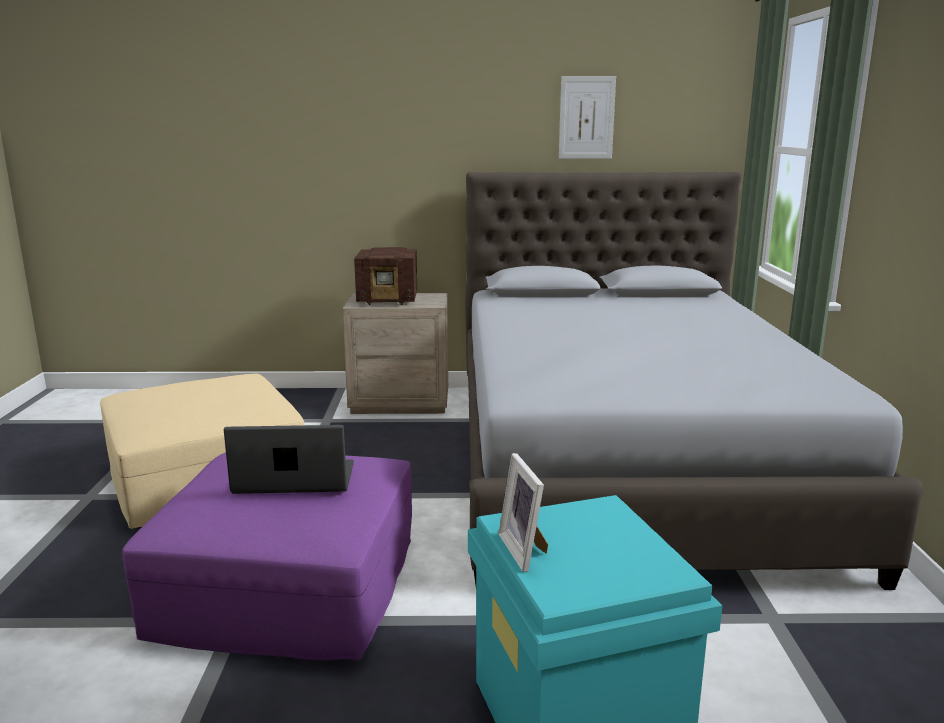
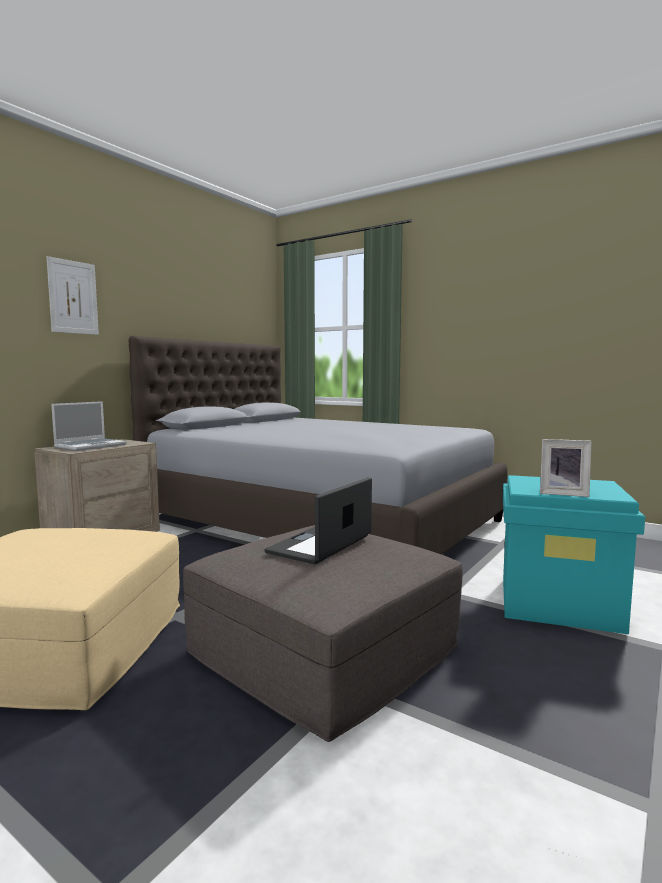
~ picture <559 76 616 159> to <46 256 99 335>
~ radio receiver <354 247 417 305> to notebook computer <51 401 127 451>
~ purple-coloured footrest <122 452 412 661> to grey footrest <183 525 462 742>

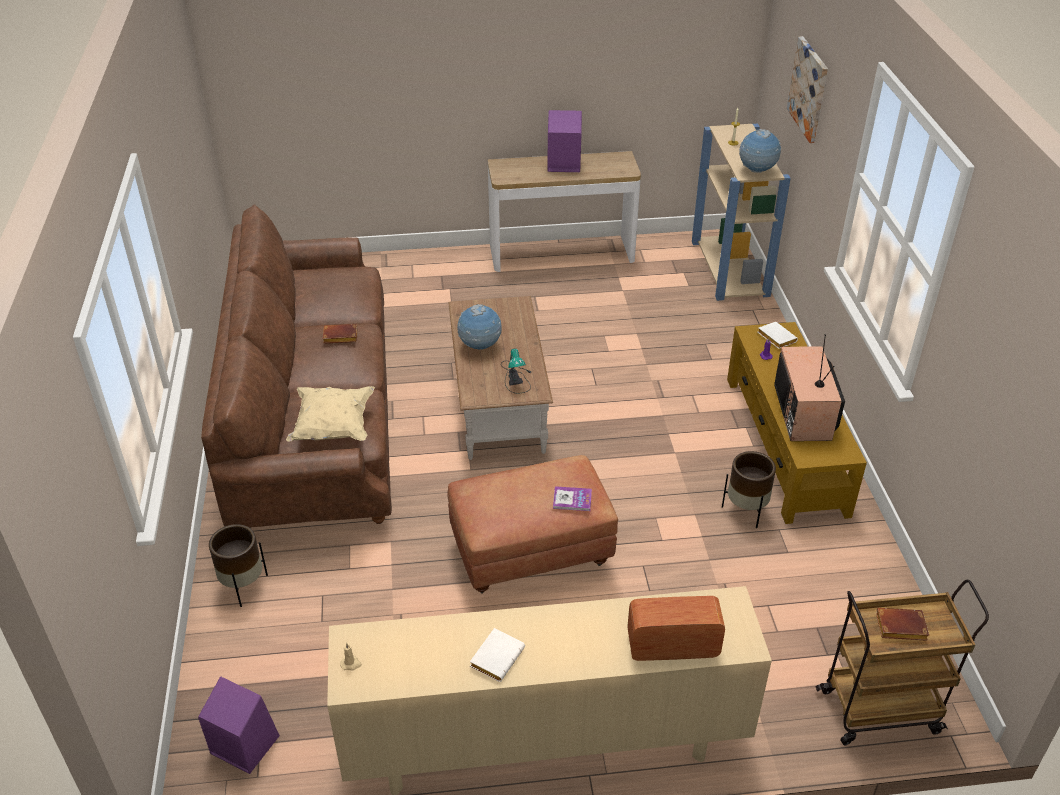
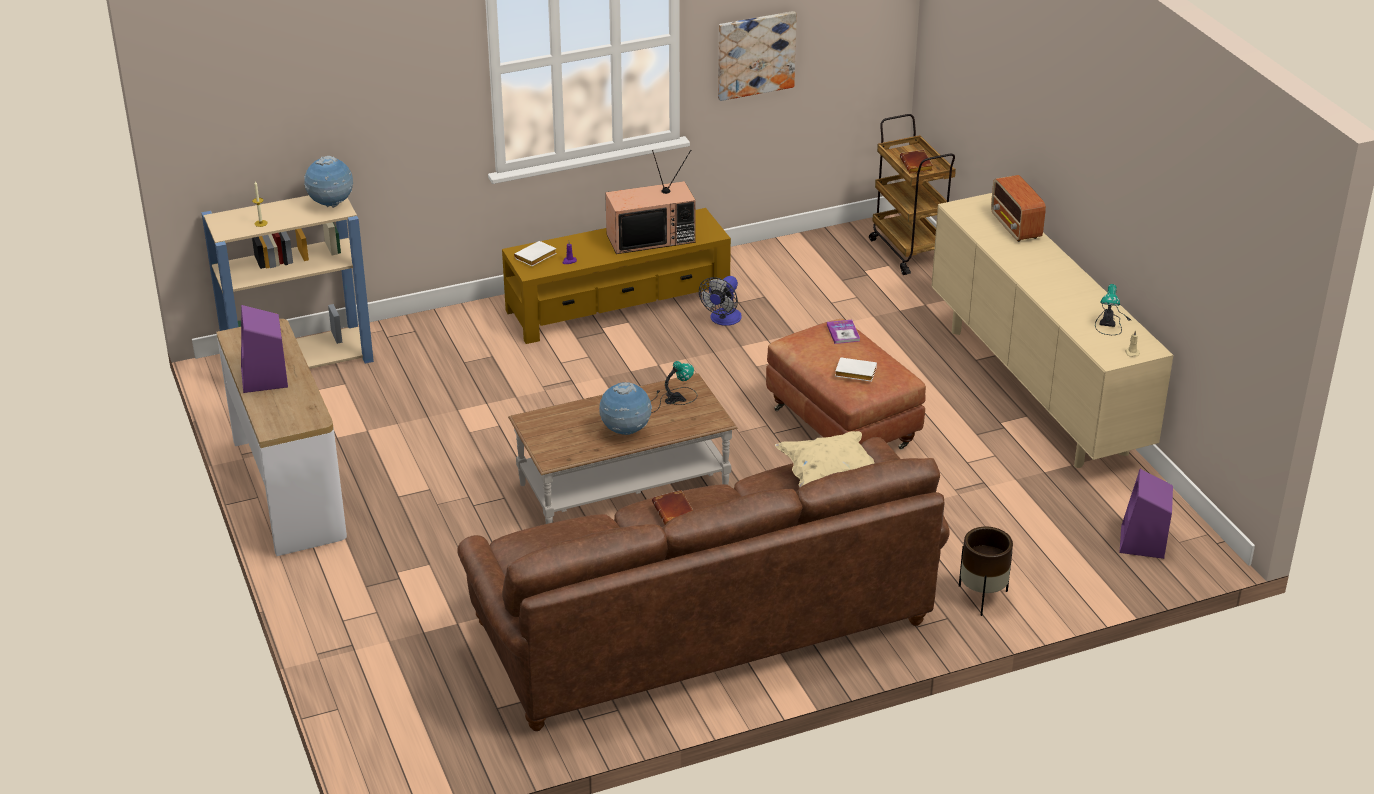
~ picture <787 36 828 143> to <718 11 797 101>
~ brown-coloured plant pot <722 451 776 528> to fan <699 276 742 326>
~ whitish volume <470 628 525 682> to <835 357 877 382>
+ tabletop lamp <1095 284 1131 335>

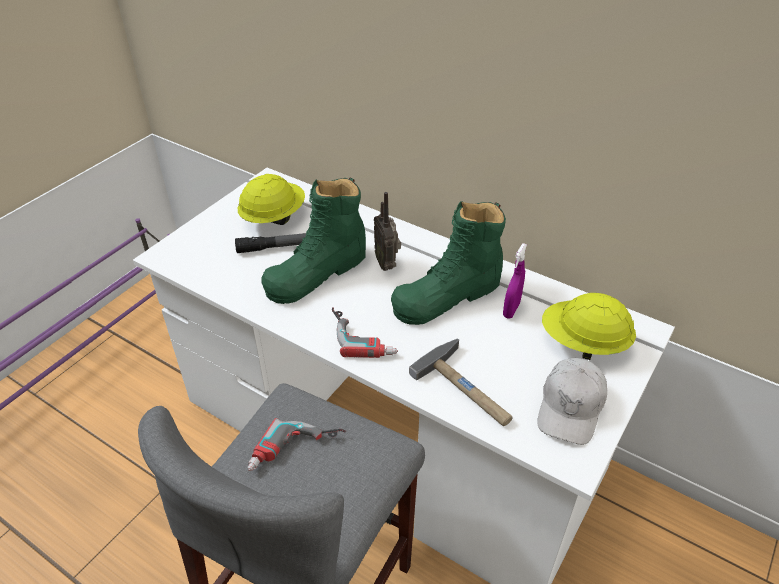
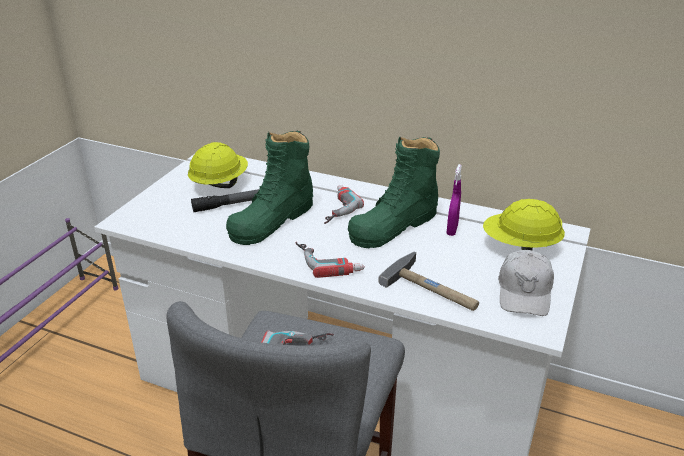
~ radio receiver <374 192 401 271> to drill <324 185 364 224>

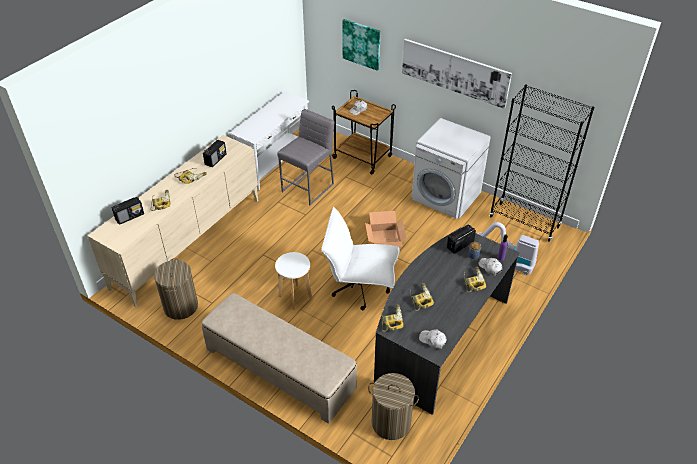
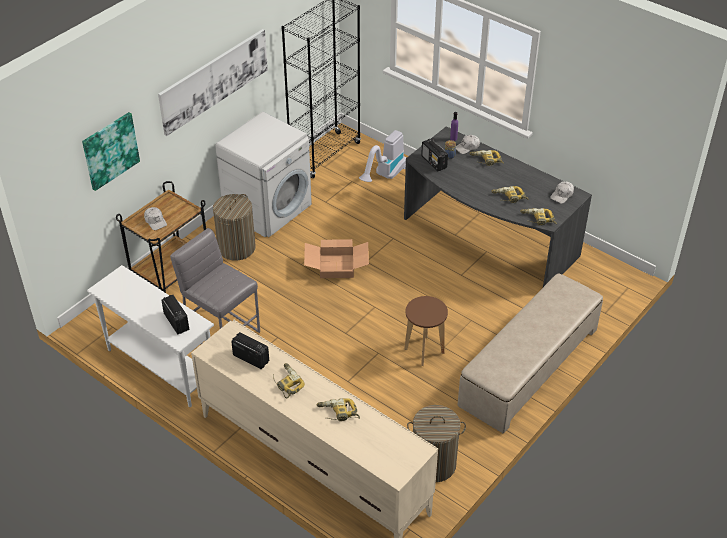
~ radio receiver <112 197 144 225> to <161 295 189 334>
- whitish desk chair <321 207 400 310>
~ whitish stool seat <275 252 312 310> to brown-coloured stool seat <404 296 448 366>
~ washing basket <368 373 419 440> to <213 194 256 261>

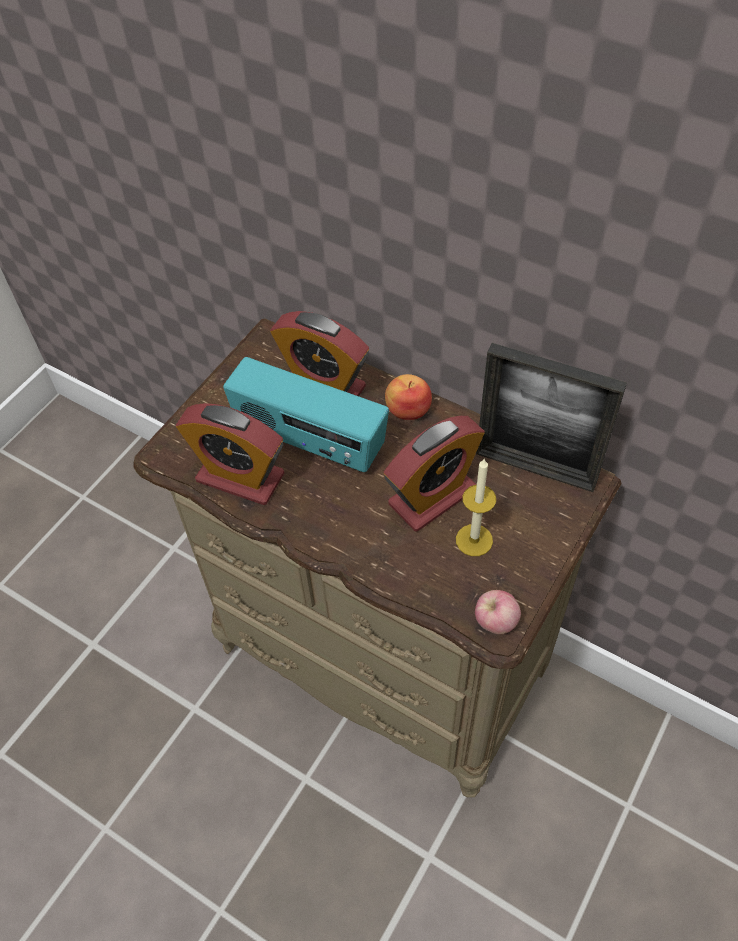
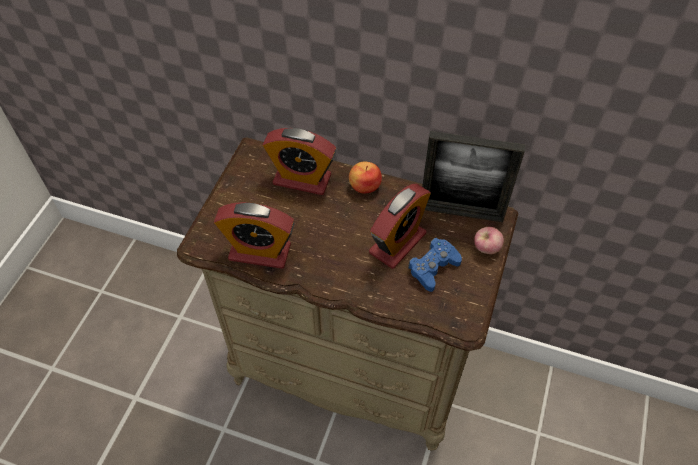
- radio receiver <223 357 389 472>
~ wax candle <456 458 496 556> to blue-coloured gamepad <408 238 462 292>
~ apple <475 590 521 634> to <474 227 504 254>

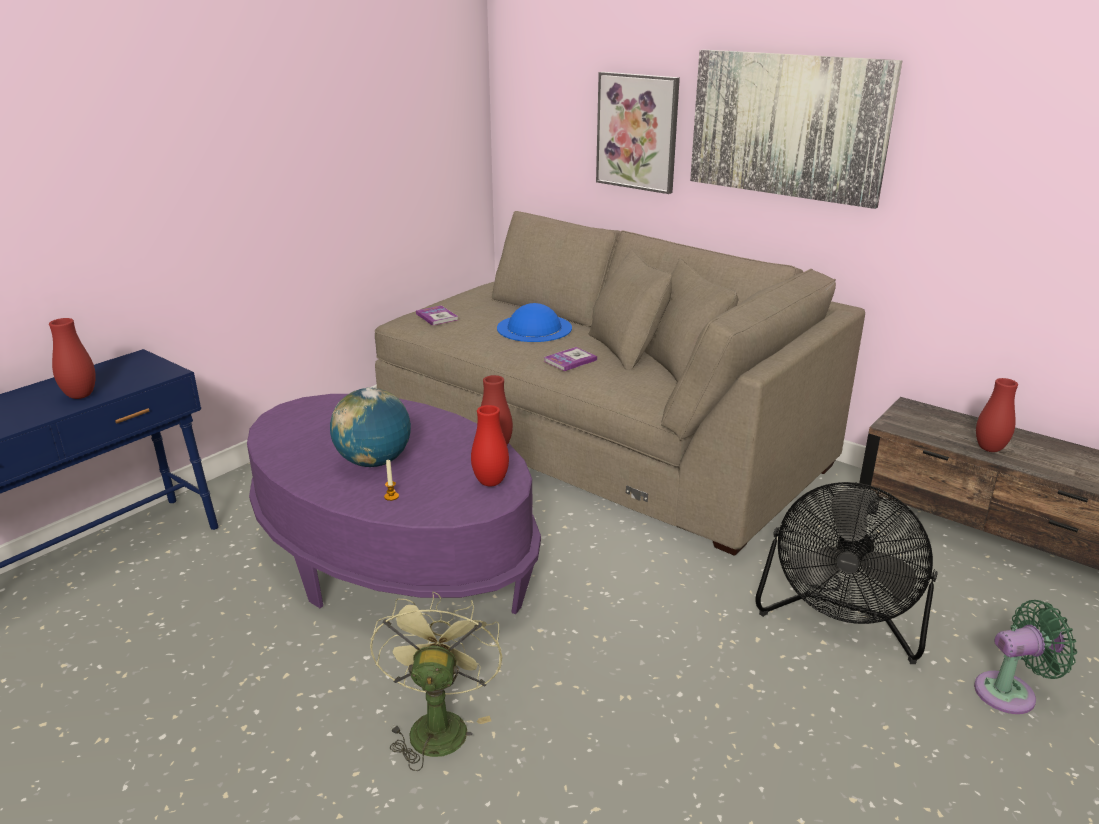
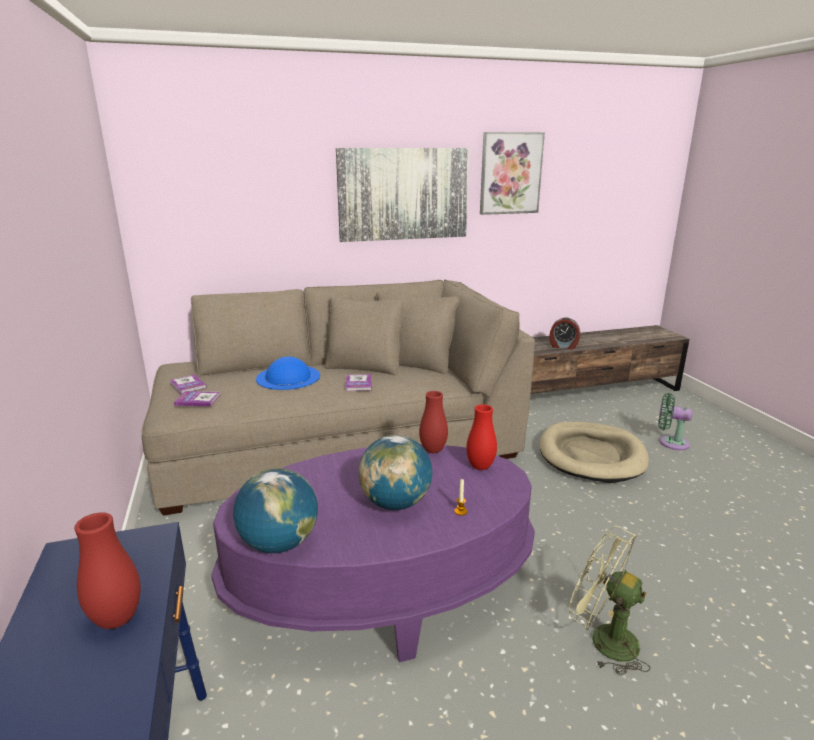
~ picture <596 72 680 194> to <480 132 545 215>
~ red-coloured flower vase <976 378 1018 452> to alarm clock <549 317 580 350>
~ black fan <755 482 938 664> to beige pet bed <540 422 649 483>
~ green-coloured fan <974 600 1077 714> = <658 393 693 450> 90 degrees counterclockwise
+ volume <170 374 207 394>
+ globe <233 468 318 553>

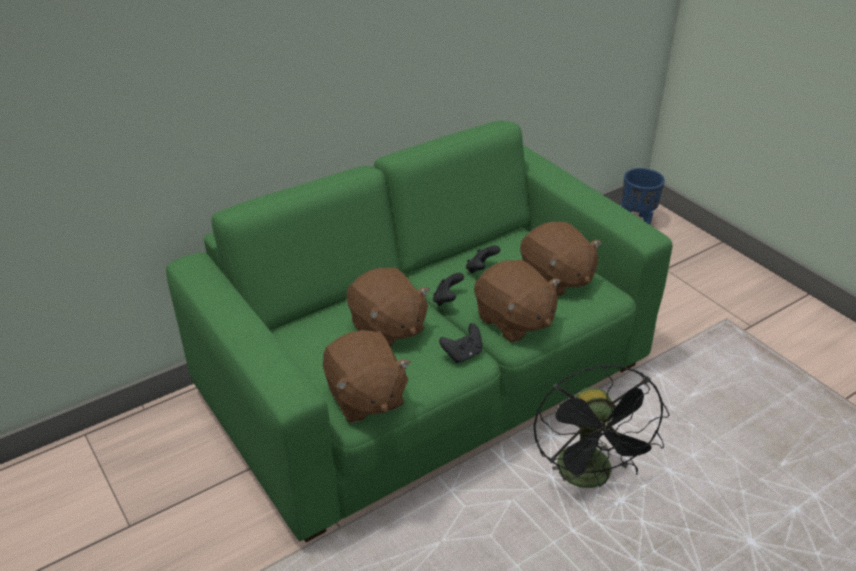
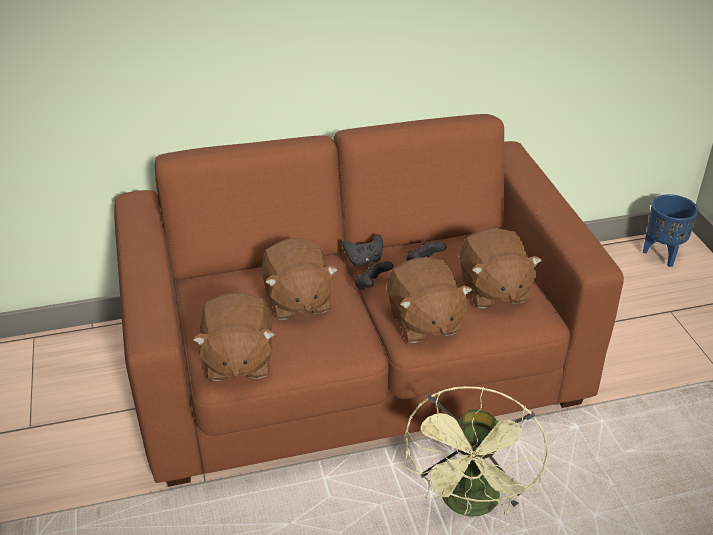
~ green-coloured couch <166 121 672 542> to brown-coloured couch <114 114 624 487>
~ black gamepad <439 323 483 363> to <342 234 383 266>
~ black fan <533 365 669 488> to green-coloured fan <404 386 548 517>

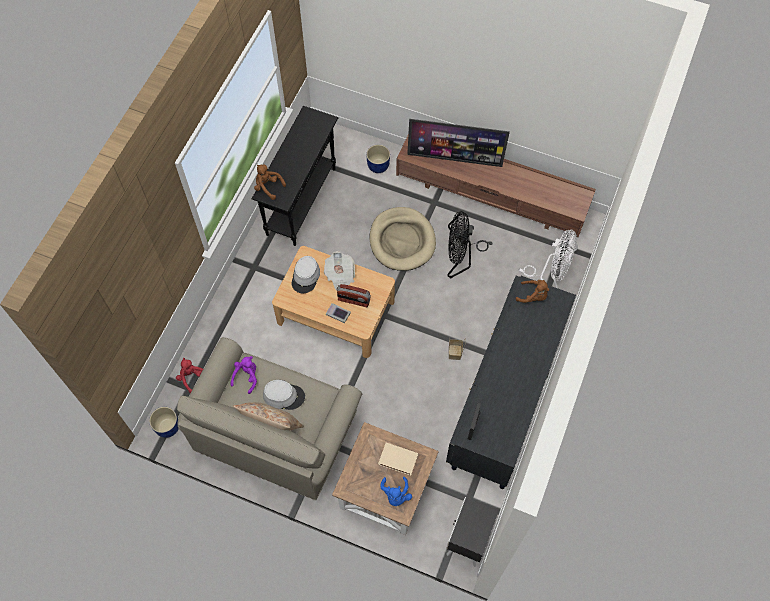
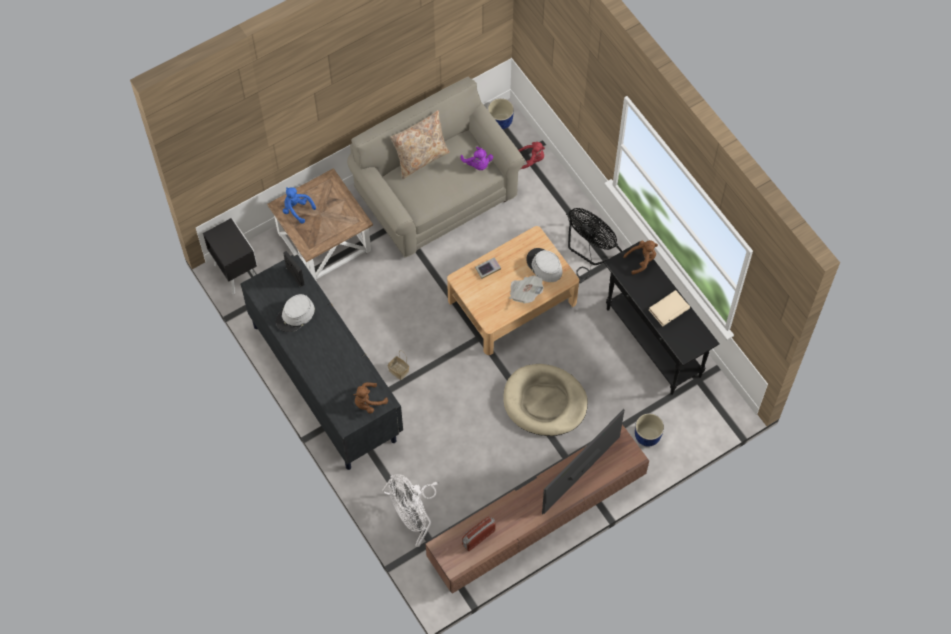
~ black fan <447 211 492 279> to <566 208 622 283>
~ radio receiver <336 284 371 307> to <462 517 496 551>
~ grey hat <263 380 305 410> to <276 294 315 332>
~ beige volume <378 443 418 476> to <649 290 690 327>

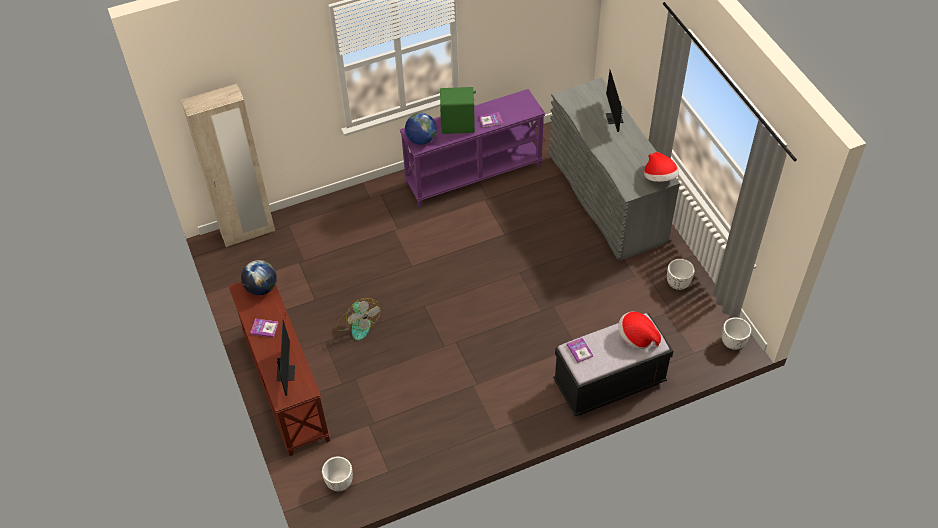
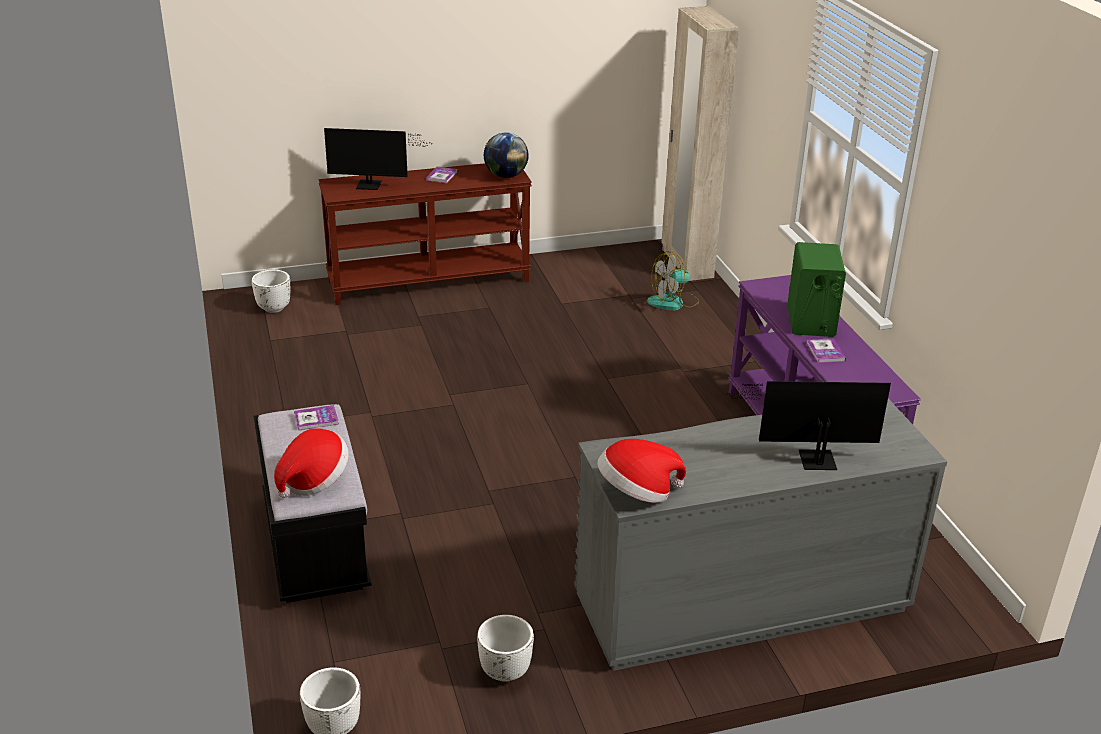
- globe <405 113 437 145>
~ fan <336 298 380 341> to <647 251 699 311>

